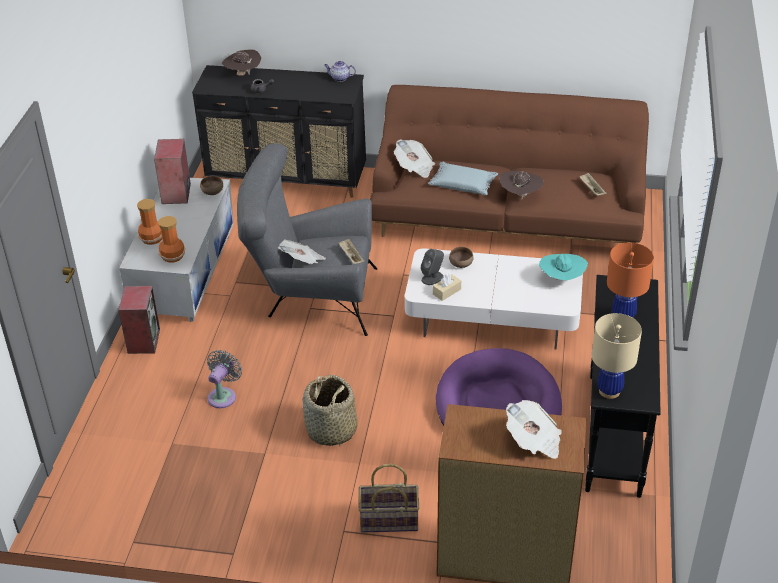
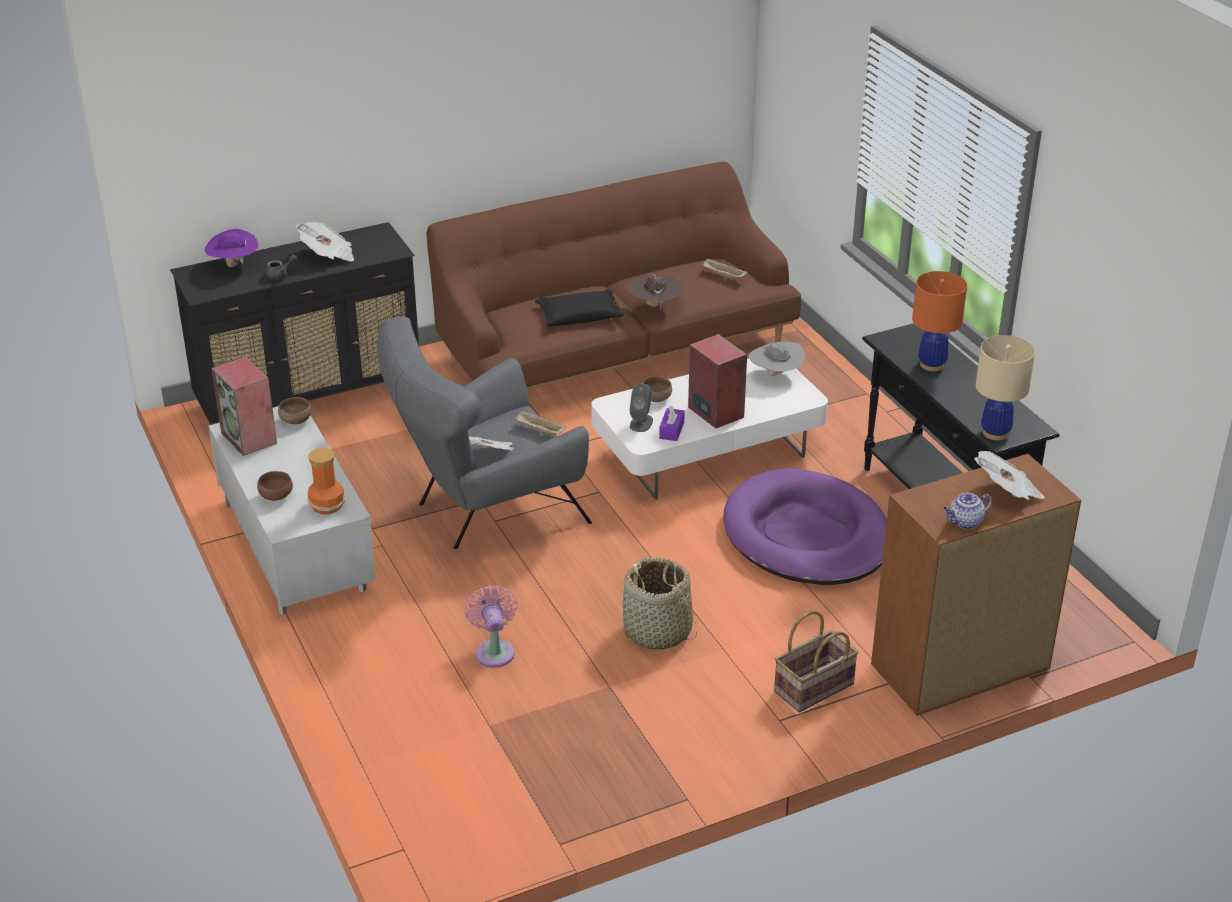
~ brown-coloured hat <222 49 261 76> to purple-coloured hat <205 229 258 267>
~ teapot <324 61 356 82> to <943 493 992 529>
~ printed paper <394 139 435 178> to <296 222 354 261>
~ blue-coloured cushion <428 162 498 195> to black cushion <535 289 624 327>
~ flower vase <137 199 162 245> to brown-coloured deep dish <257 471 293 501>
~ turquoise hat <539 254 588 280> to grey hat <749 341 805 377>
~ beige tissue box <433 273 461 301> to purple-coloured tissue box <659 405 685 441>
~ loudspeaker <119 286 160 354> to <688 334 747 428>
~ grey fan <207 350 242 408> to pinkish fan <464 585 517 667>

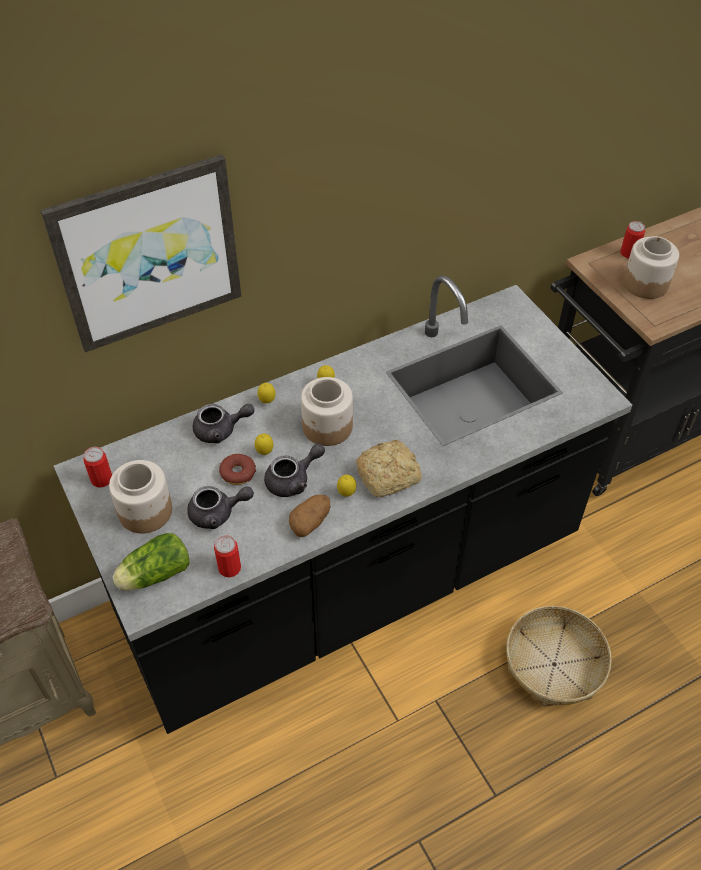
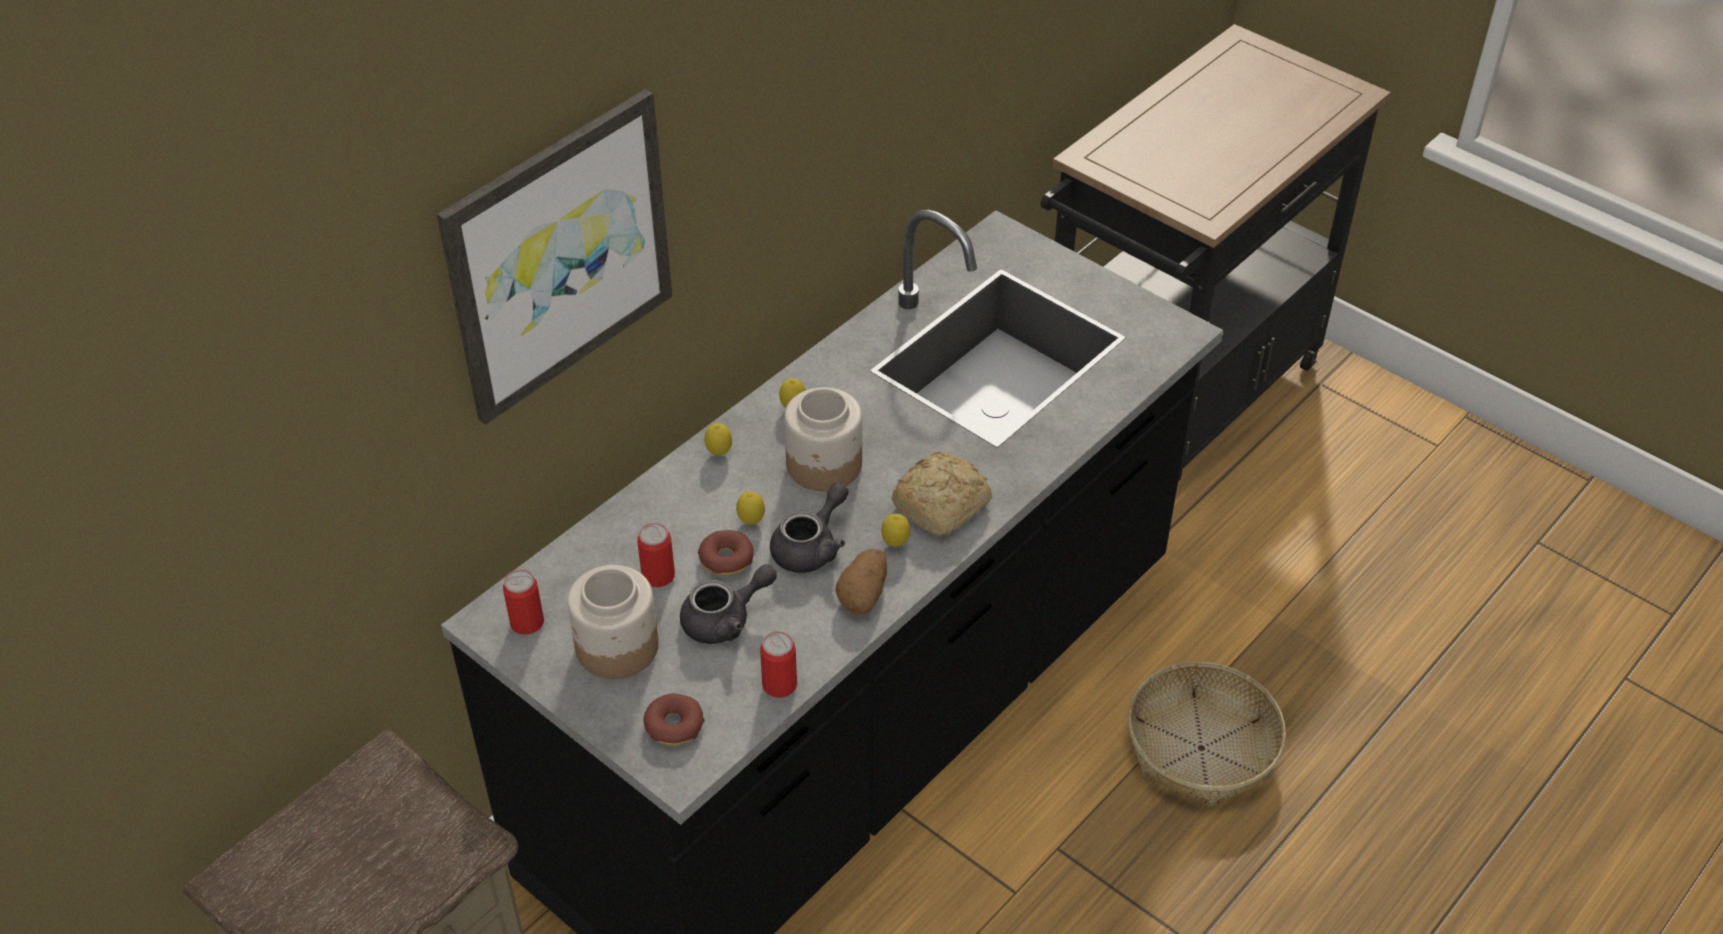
~ sealed can <620 221 645 259> to <637 523 675 587>
- jar <623 236 679 299>
- grey teapot <193 404 255 443>
~ lettuce <112 533 190 590> to doughnut <644 694 704 746>

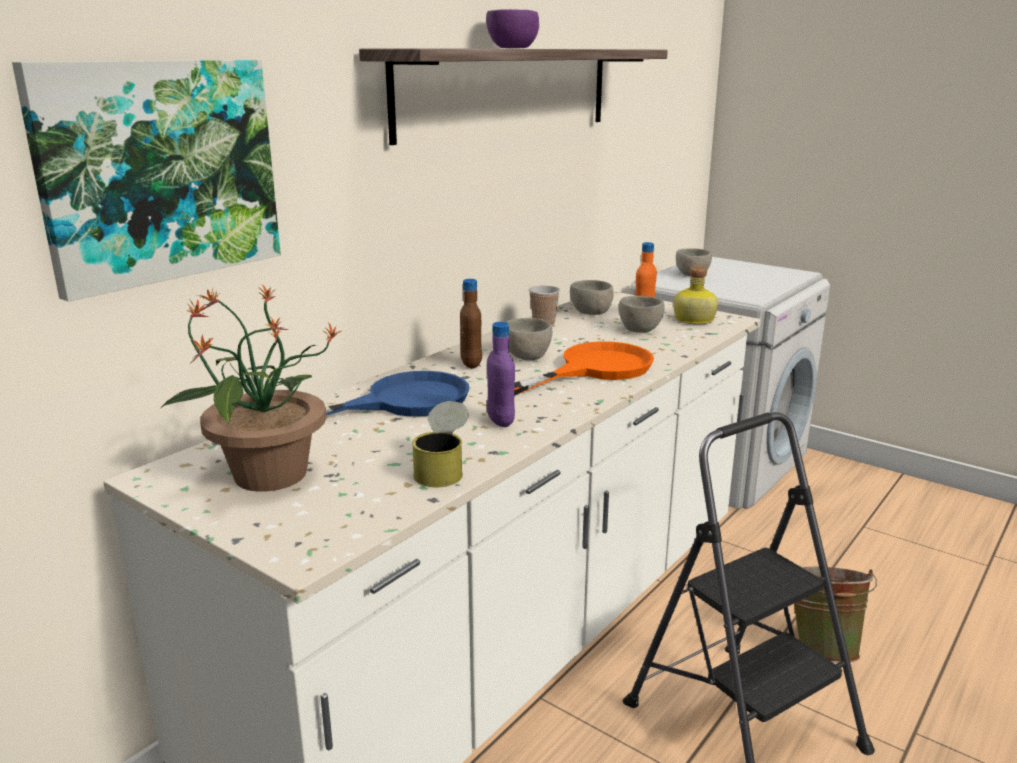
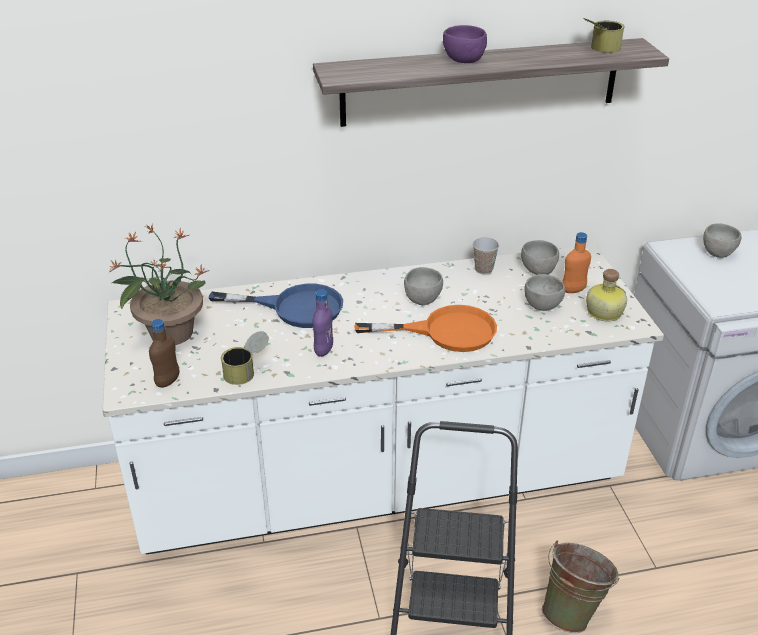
- picture <12 60 281 302>
~ brown-coloured bottle <460 279 482 368> to <149 319 180 388>
+ sealed can <583 18 624 53>

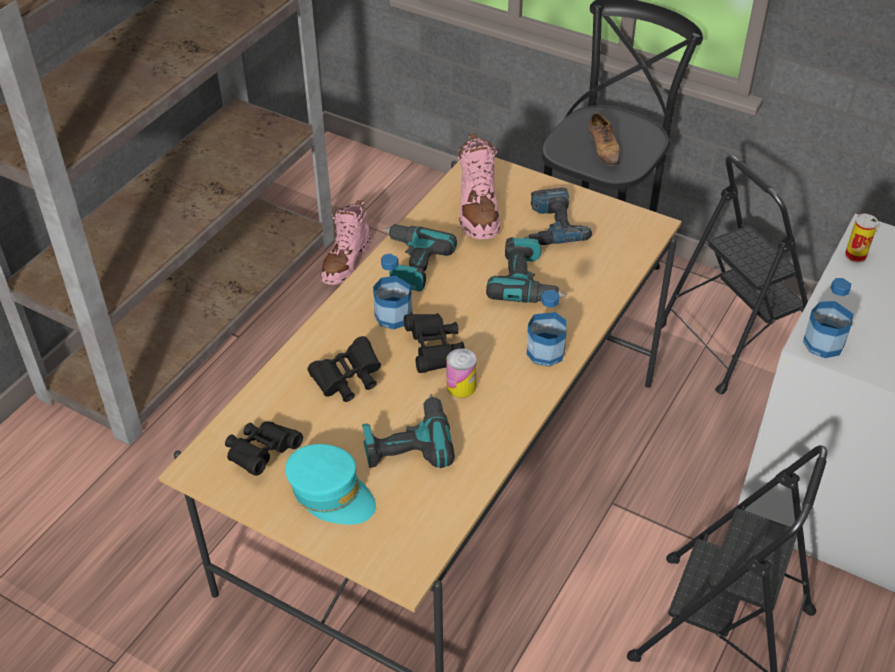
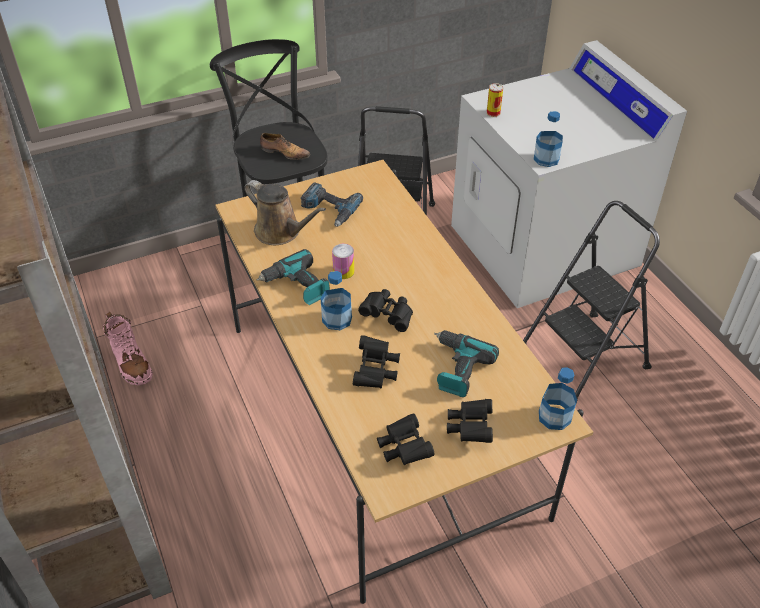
~ pinkish boot <457 133 500 239> to brown-coloured watering pot <244 180 326 245>
- drill <486 237 567 303>
~ bottle <527 290 567 367> to <539 367 577 430>
~ sealed can <446 349 477 398> to <332 244 354 279>
~ turquoise cap <285 444 376 525> to black binoculars <447 399 493 443>

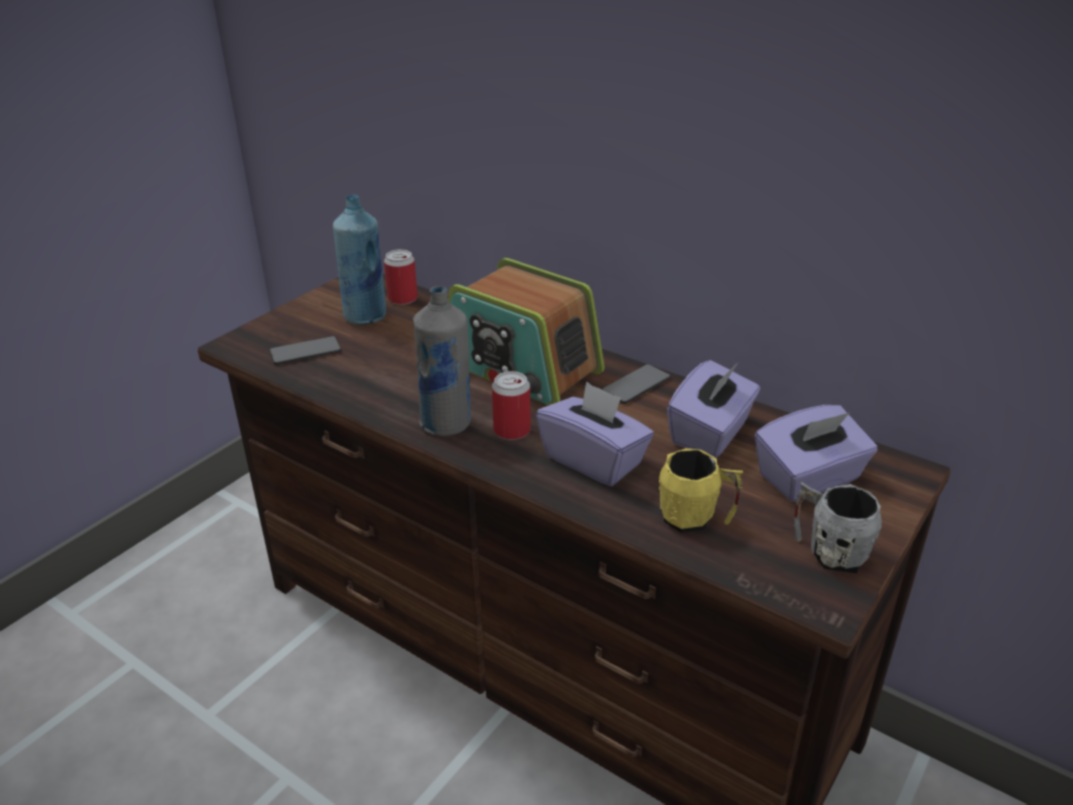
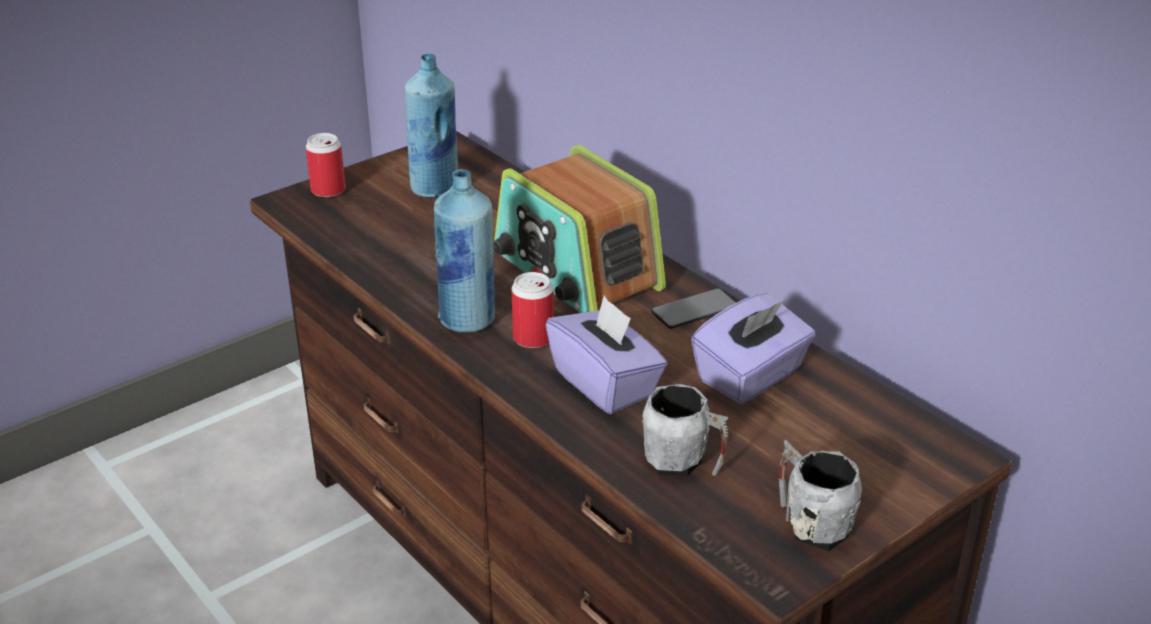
~ sealed can <384 249 418 305> to <306 133 346 197>
~ grey bottle <413 286 471 436> to blue-coloured bottle <434 169 495 333>
- telephone <269 336 341 365>
- purple-coloured tissue box <755 405 877 502>
~ yellow tea mug <659 448 743 533> to grey tea mug <642 384 728 476>

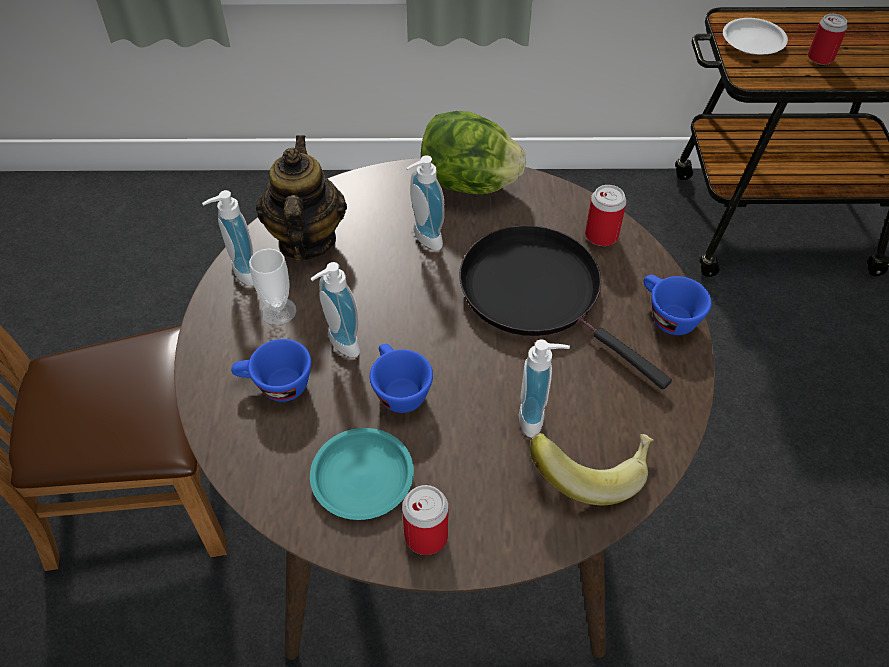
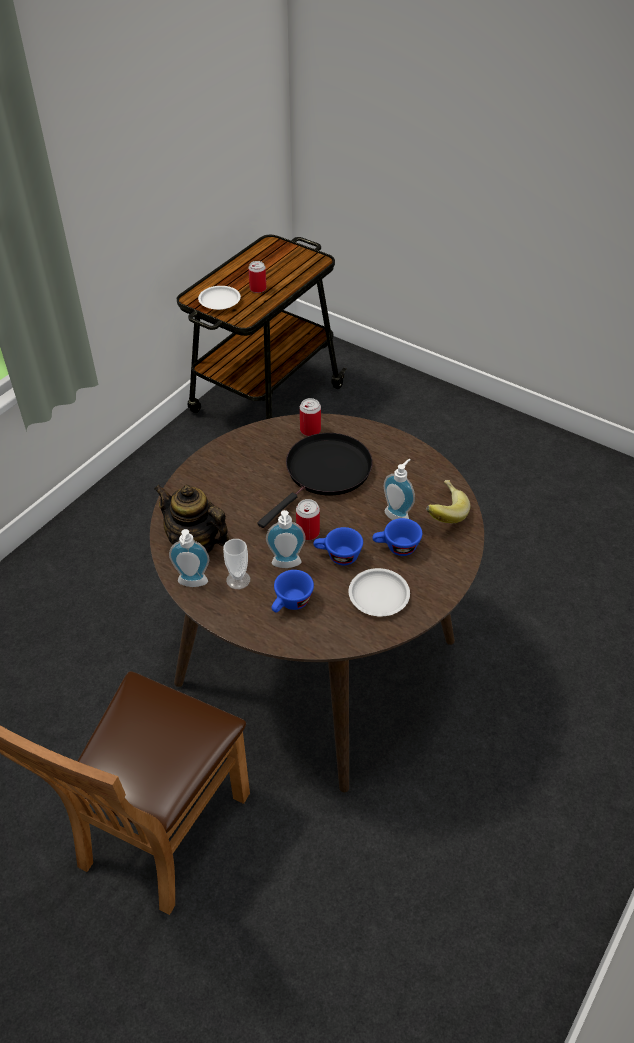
- lettuce <421 111 526 195>
- soap bottle <406 156 445 250>
~ black frying pan <459 225 672 389> = <257 433 372 528> 135 degrees clockwise
~ blue-coloured drinking cup <644 275 712 335> to <372 518 422 556>
~ turquoise plate <310 428 414 520> to whitish plate <349 568 410 616>
~ sealed can <402 485 448 555> to <296 499 320 540>

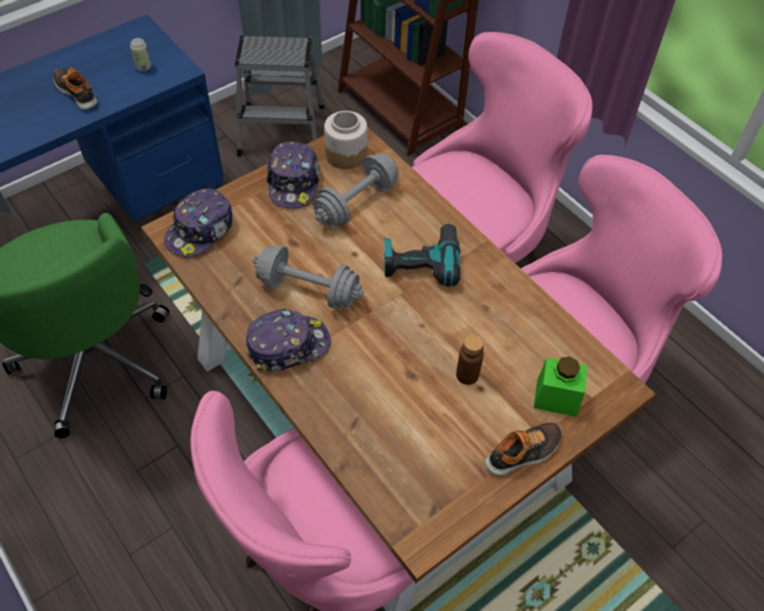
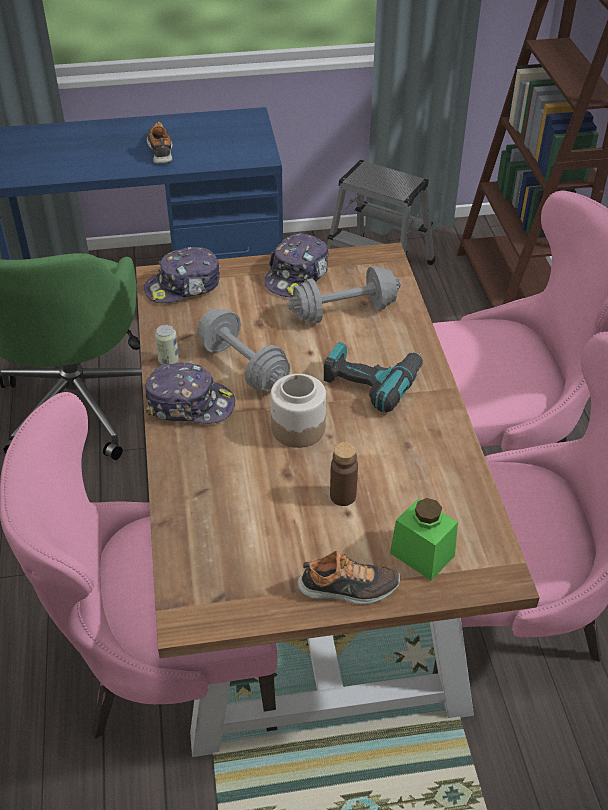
~ sealed can <130 38 151 71> to <155 325 179 365>
~ jar <324 111 367 169> to <270 374 326 448>

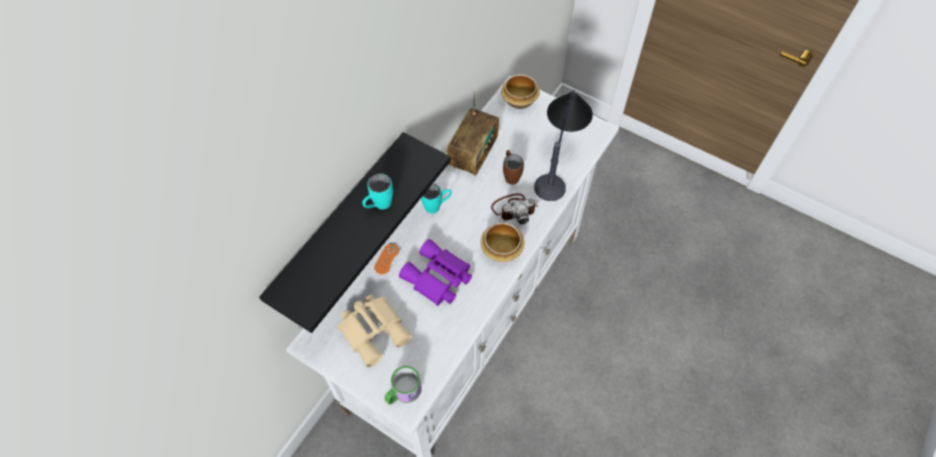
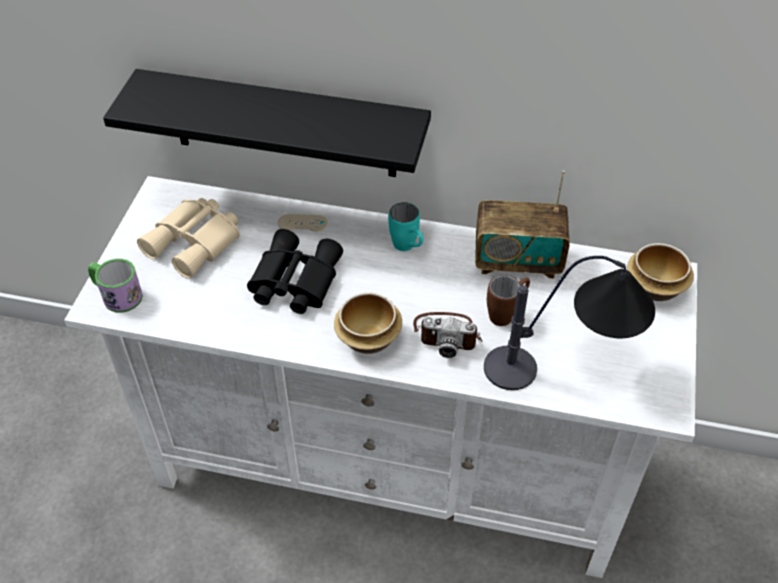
- turquoise tea mug <362 173 393 209>
~ photo camera <491 193 538 224> = <413 312 482 358> 45 degrees counterclockwise
~ purple-coloured binoculars <399 239 472 306> to black binoculars <247 229 343 314>
~ orange-coloured gamepad <374 244 399 274> to beige gamepad <278 214 328 232>

